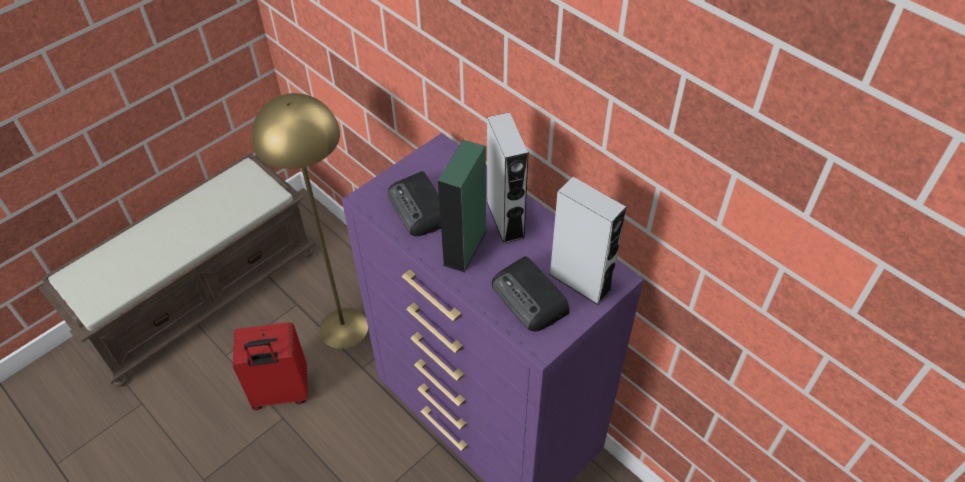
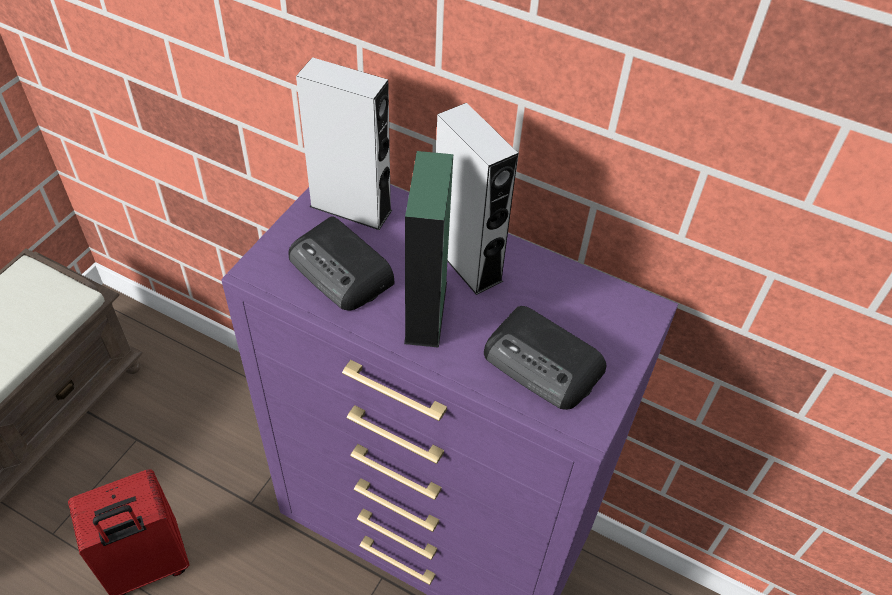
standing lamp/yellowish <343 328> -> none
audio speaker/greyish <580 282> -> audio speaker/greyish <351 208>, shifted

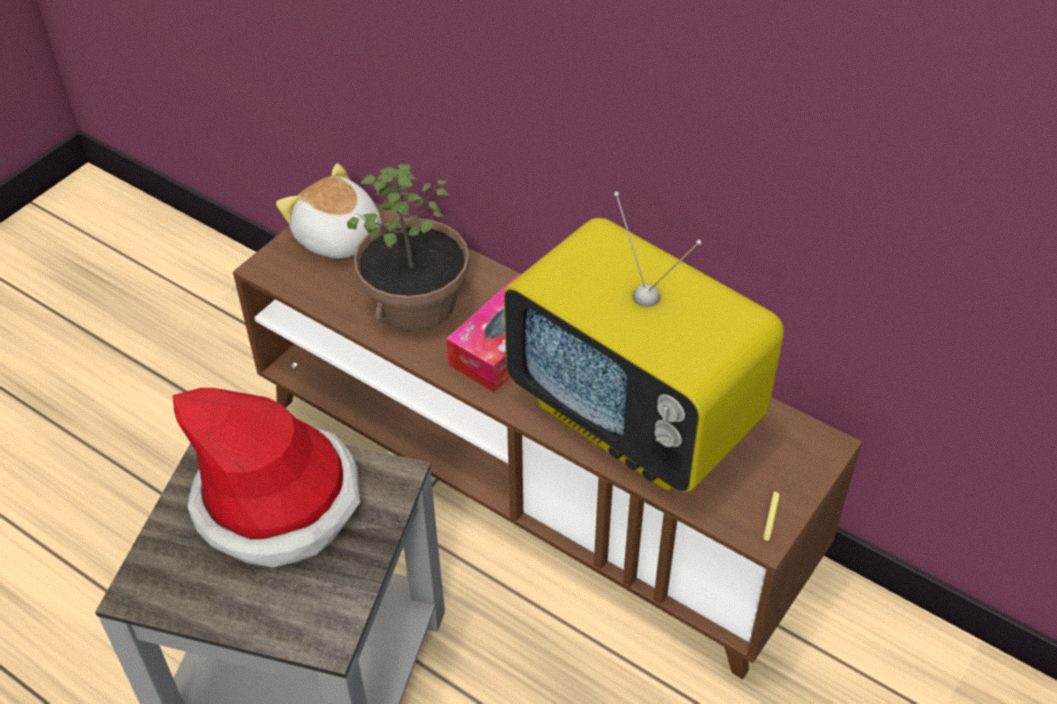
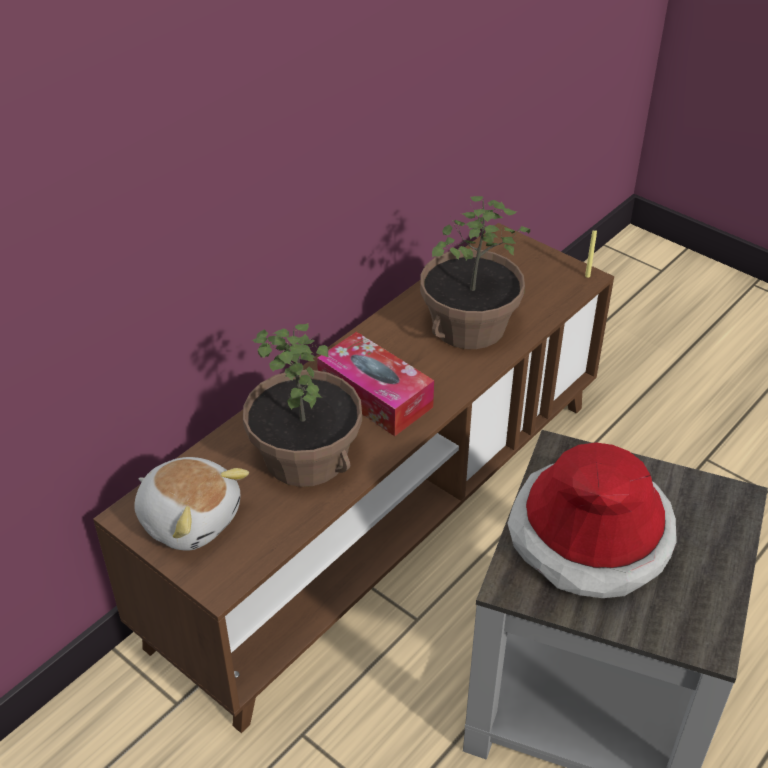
plush toy <338 239> -> plush toy <190 518>, 105 degrees counterclockwise
TV <637 417> -> houseplant <468 325>

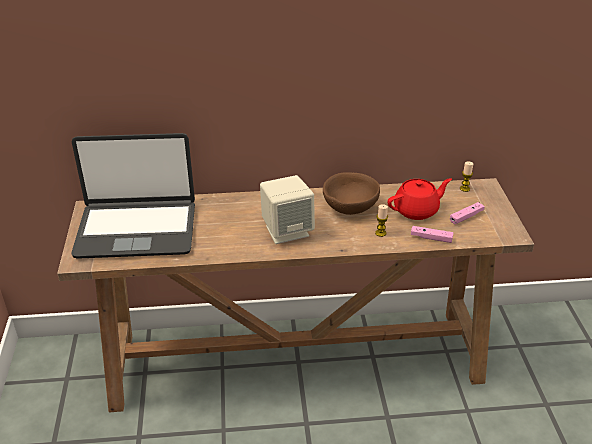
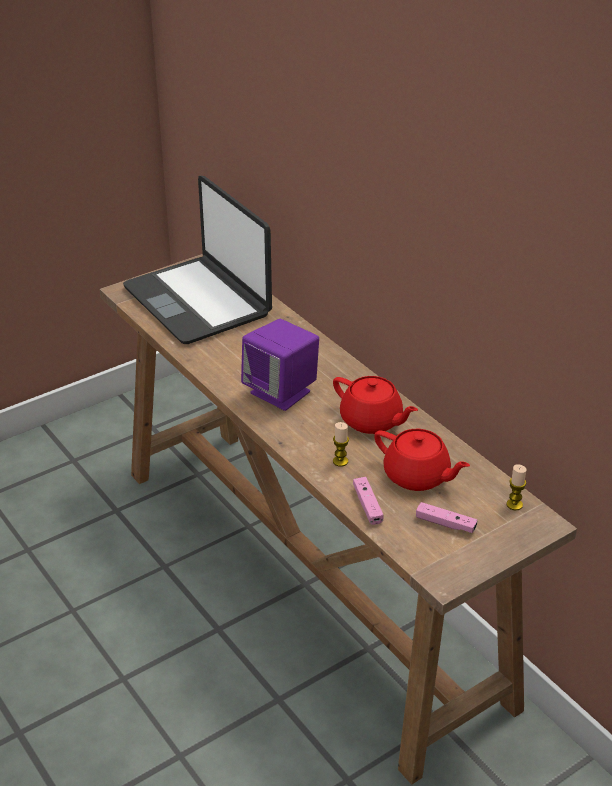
audio speaker/sand-coloured <287 231> -> audio speaker/purple-coloured <281 392>
bowl/brown <350 207> -> tea pot/red-coloured <372 421>

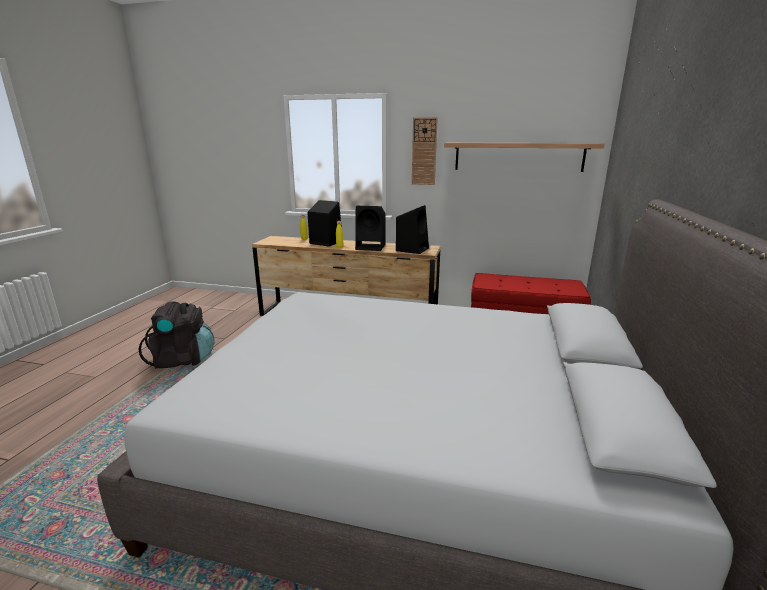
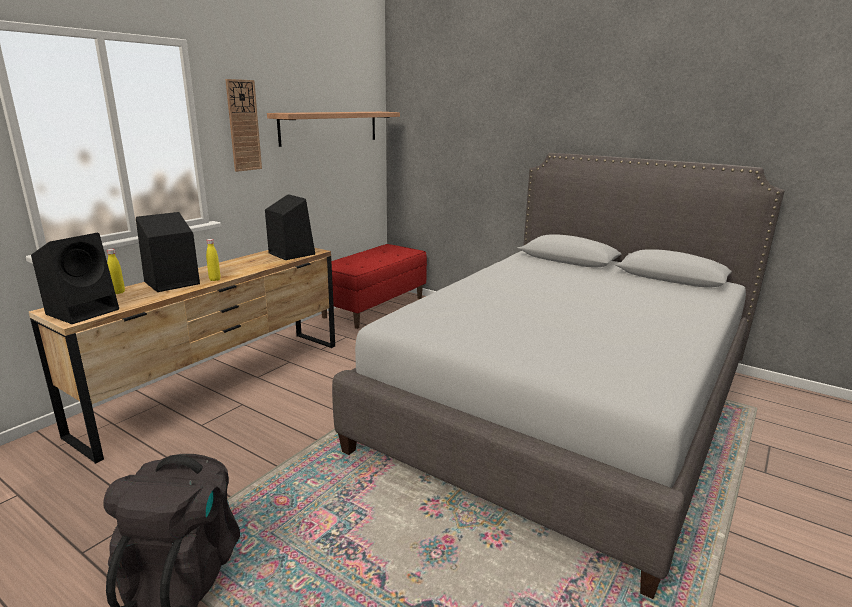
audio speaker/black <371 247> -> audio speaker/black <84 311>, shifted

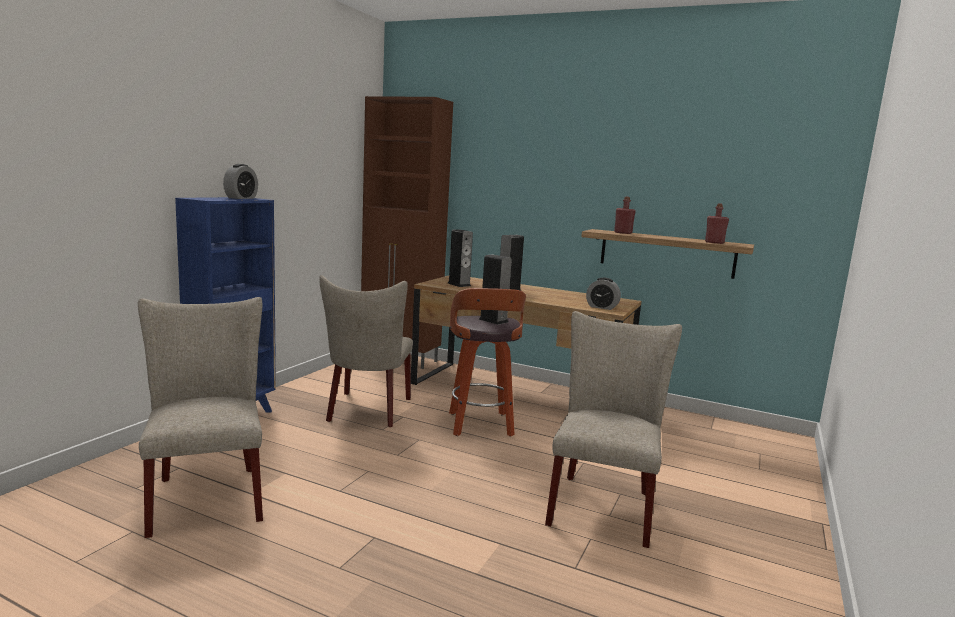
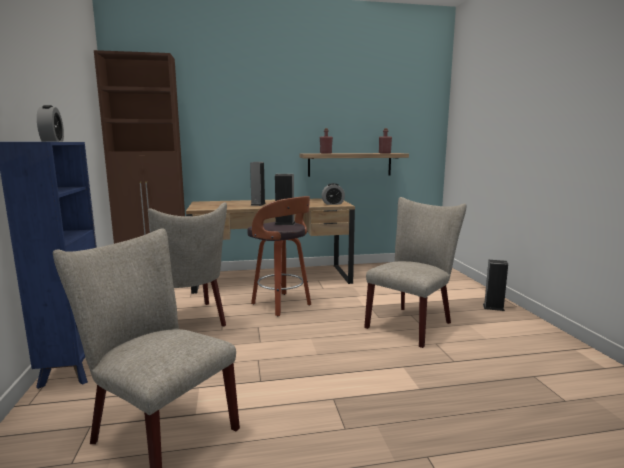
audio speaker <459 284> -> audio speaker <493 307>, shifted
chair/sand-coloured <602 504> -> chair/sand-coloured <412 323>, 60 degrees clockwise

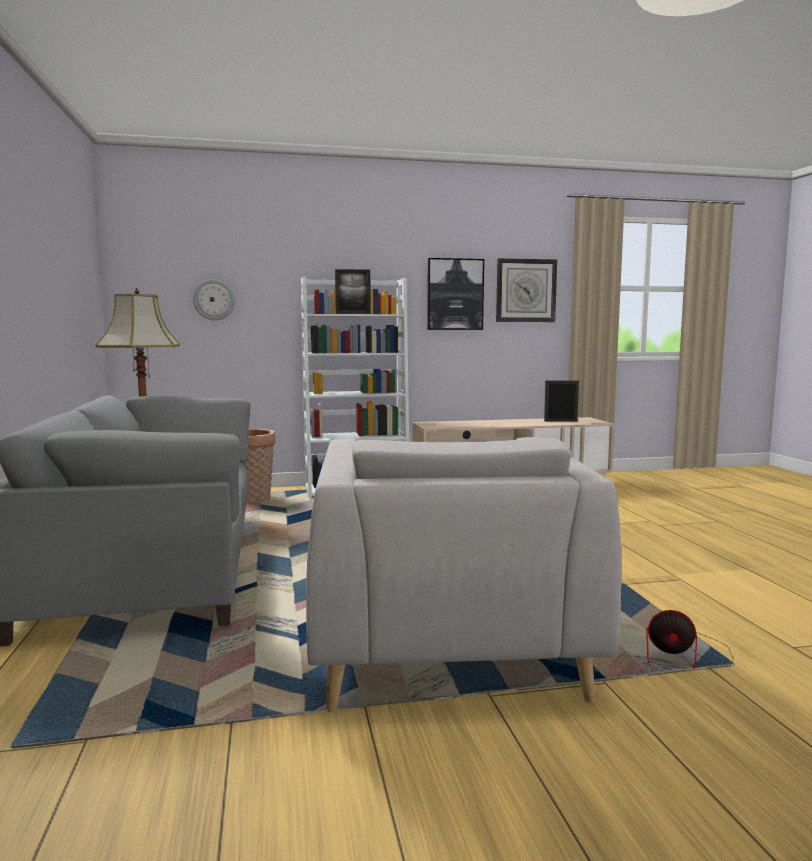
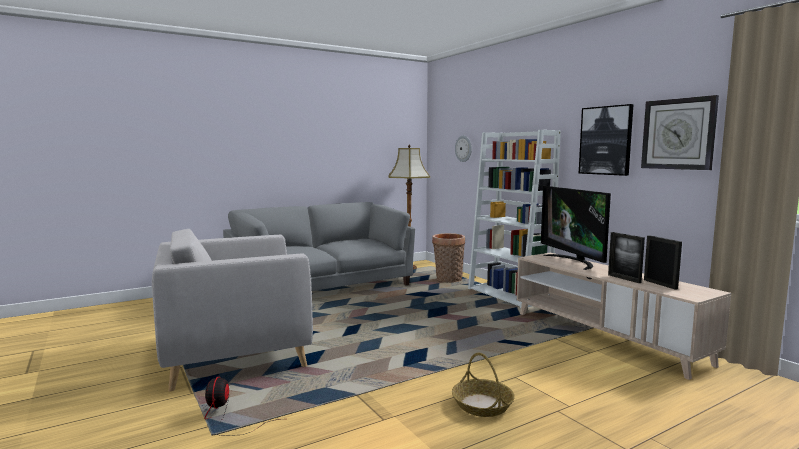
standing frame <353 313> -> standing frame <624 278>, shifted
none -> basket <482 405>
none -> TV <573 261>

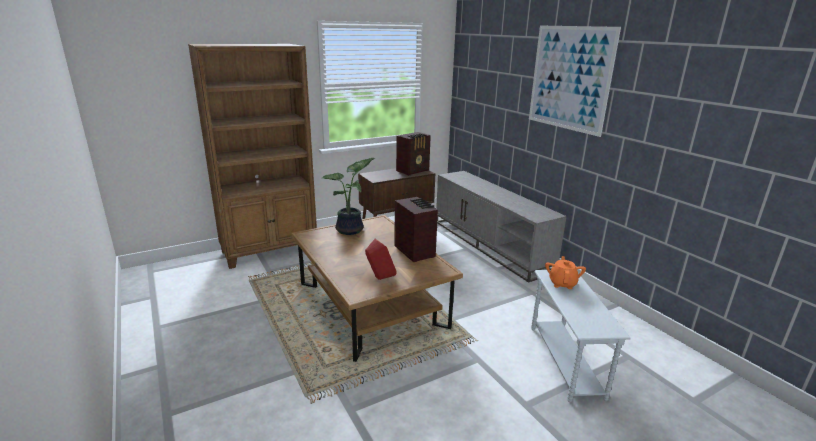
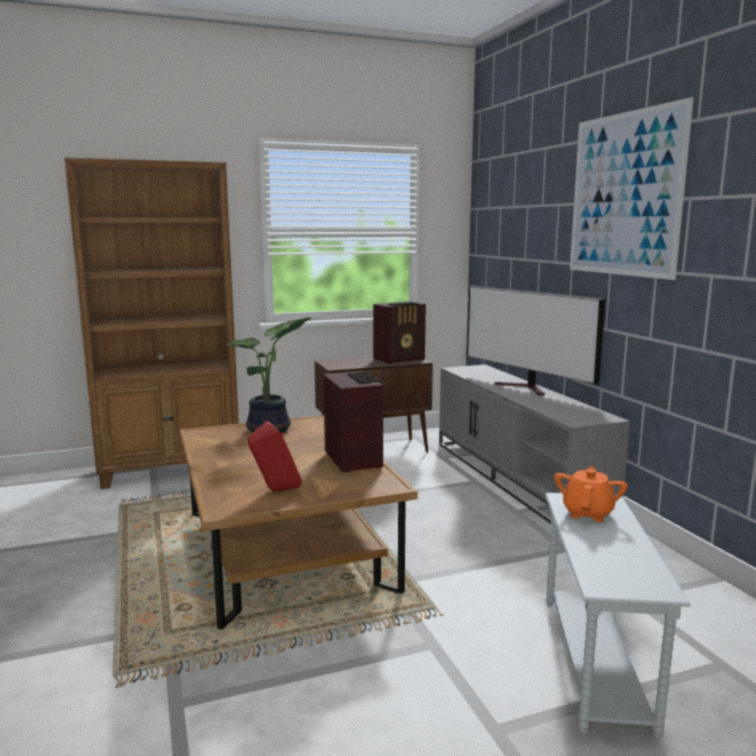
none -> TV <527 388>

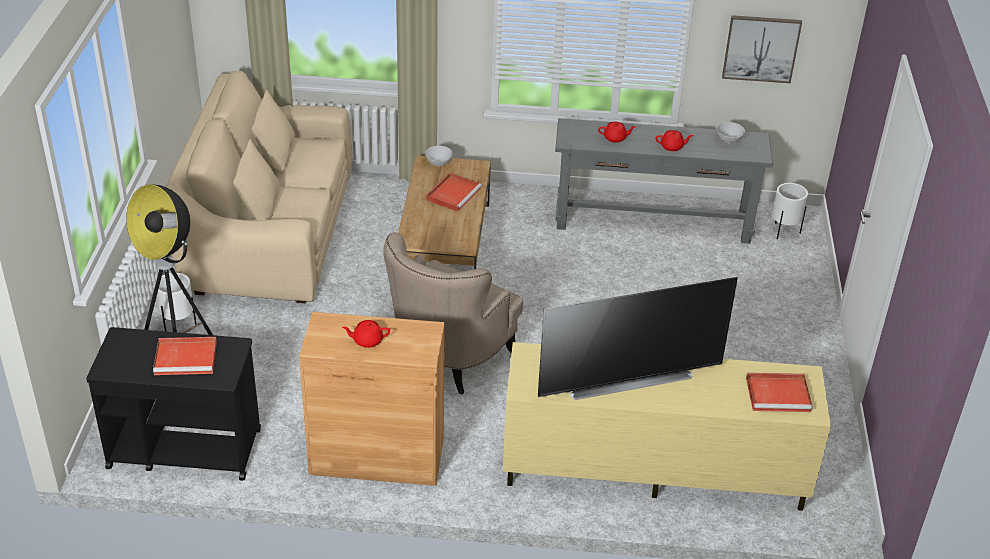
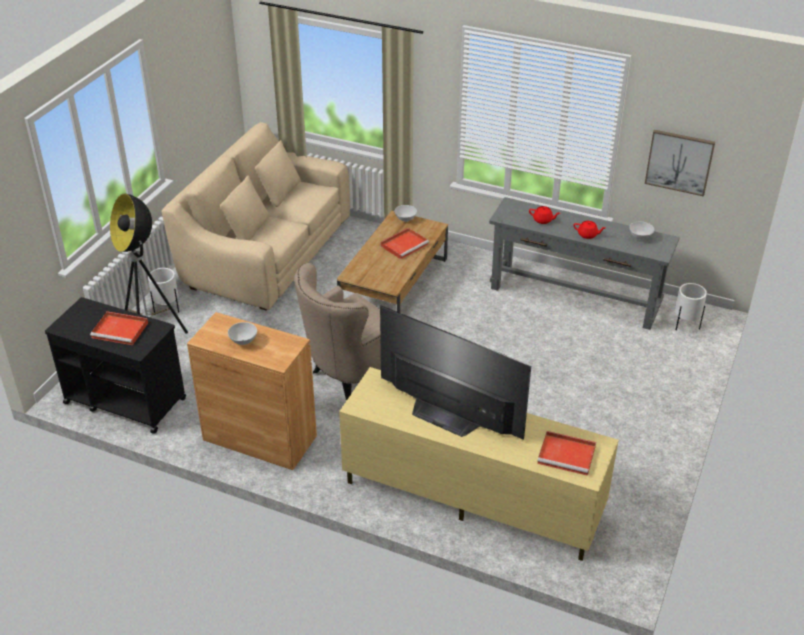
tea pot/red-coloured <367 340> -> bowl/white <243 341>
TV <628 378> -> TV <446 414>, 150 degrees counterclockwise

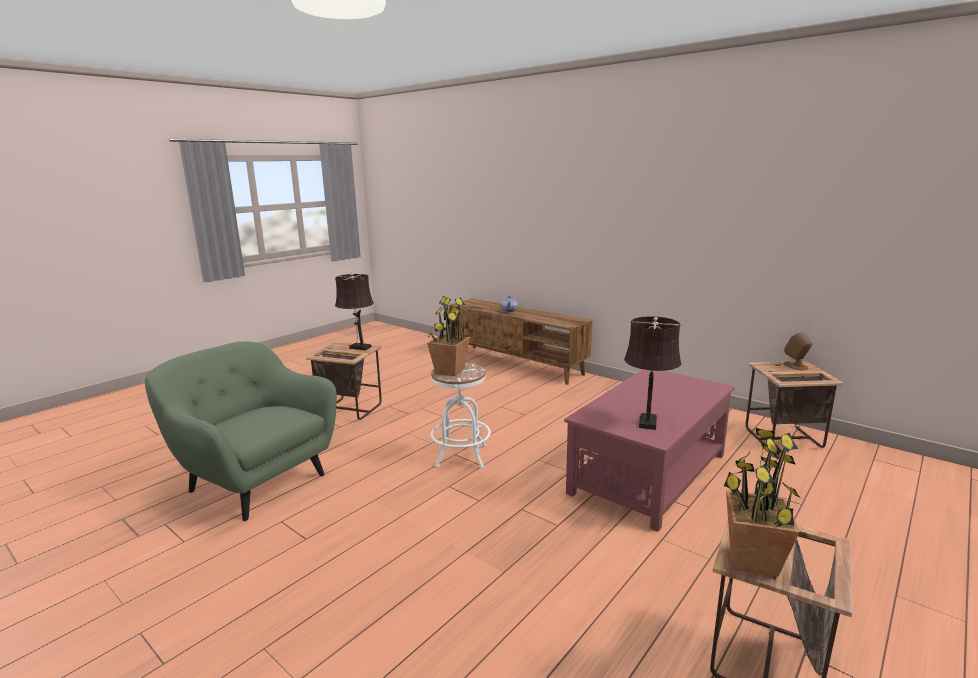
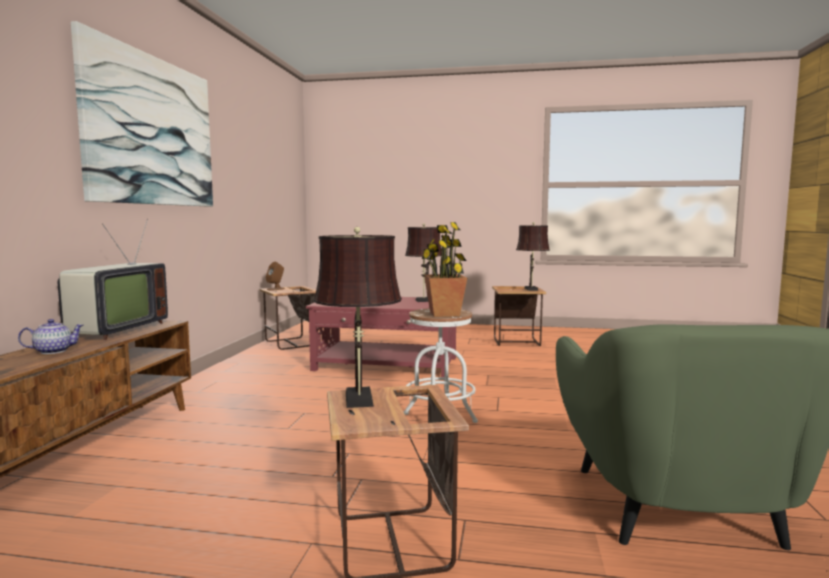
houseplant <753 560> -> lamp for a table/brown <531 289>
none -> TV <114 330>
none -> wall art <152 131>

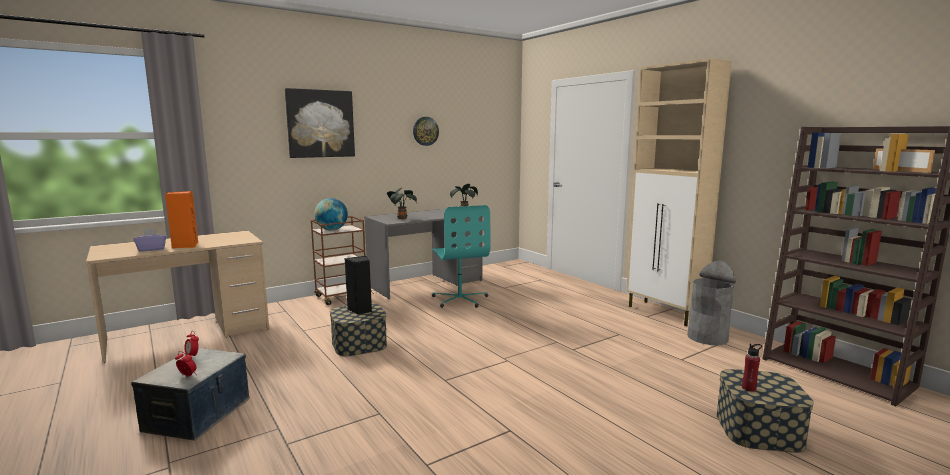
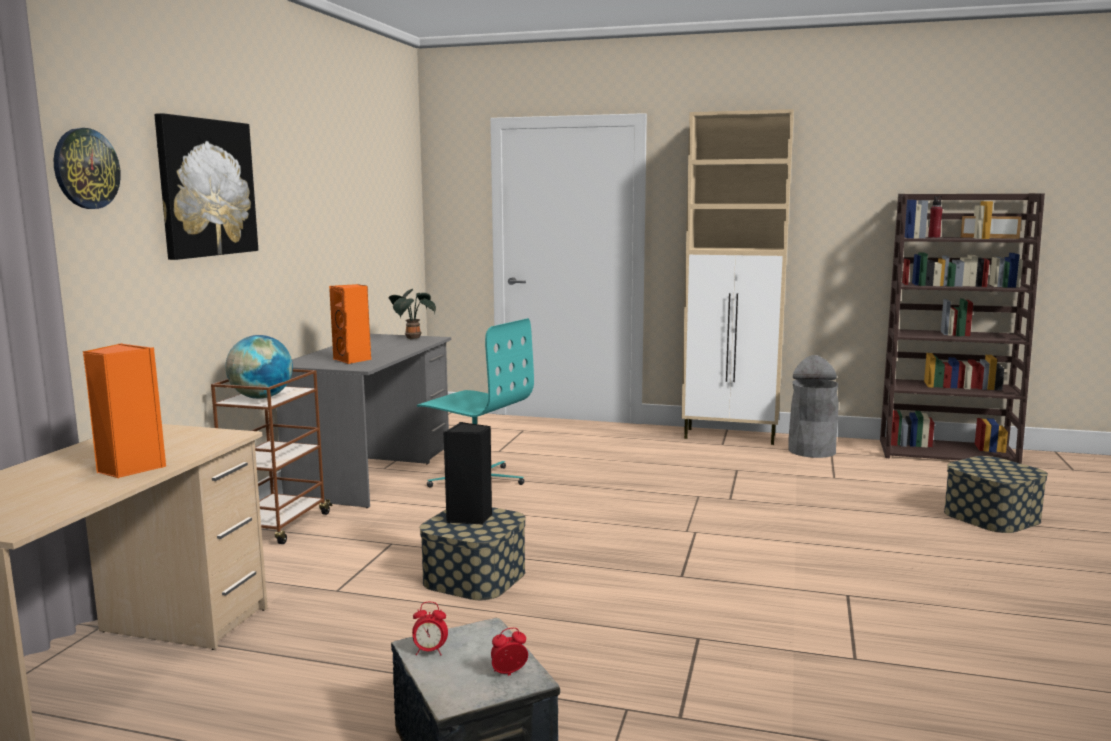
box of tissues/purple-coloured <152 249> -> none
houseplant <401 218> -> audio speaker/orange-coloured <353 360>
wall clock <425 131> -> wall clock <85 168>, shifted
drink bottle/red-coloured <749 388> -> drink bottle/red-coloured <934 237>, shifted

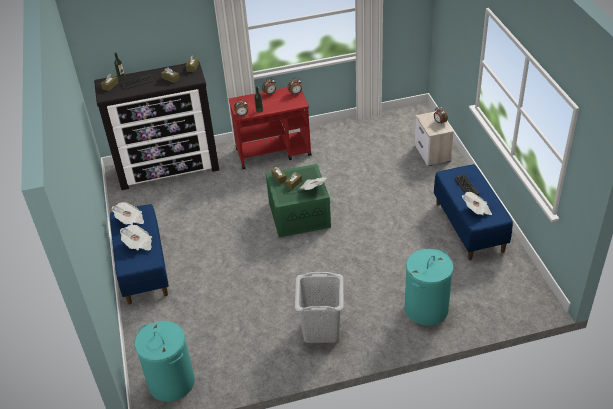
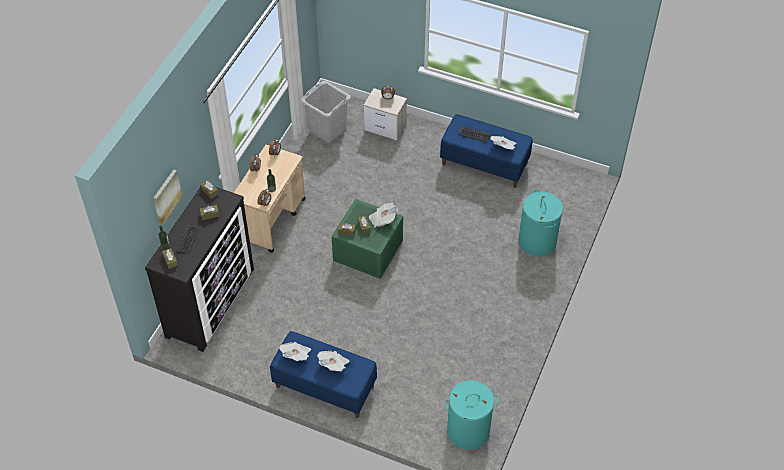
cart/red-coloured <273 152> -> cart/sand-coloured <272 219>
hamper/greyish <322 329> -> hamper/greyish <327 130>, shifted
none -> wall art <166 196>

